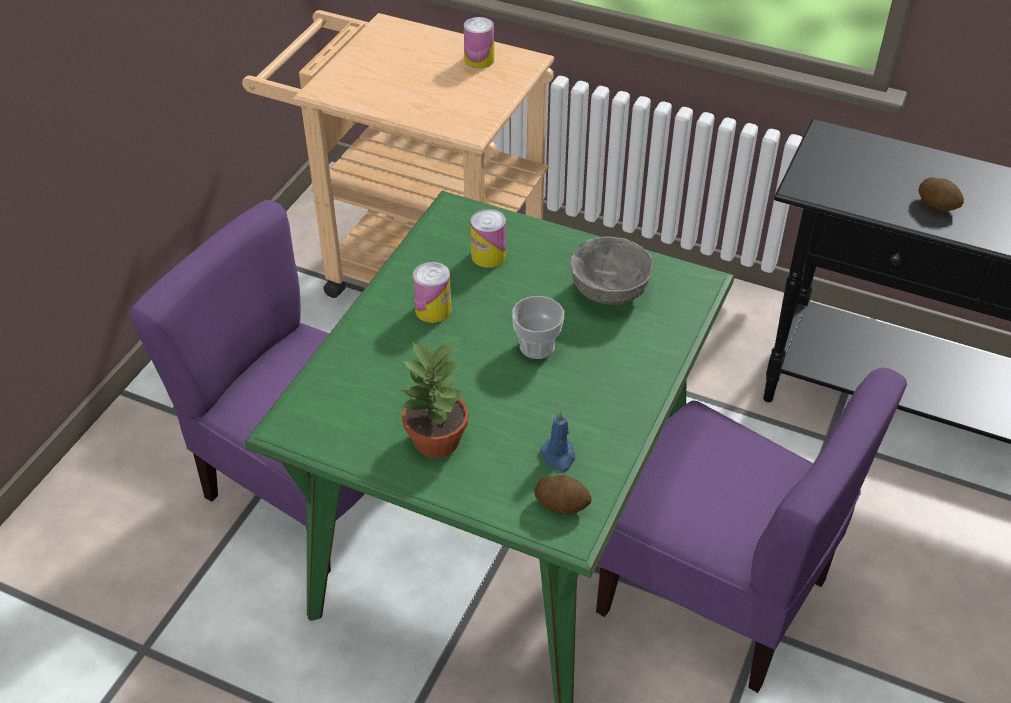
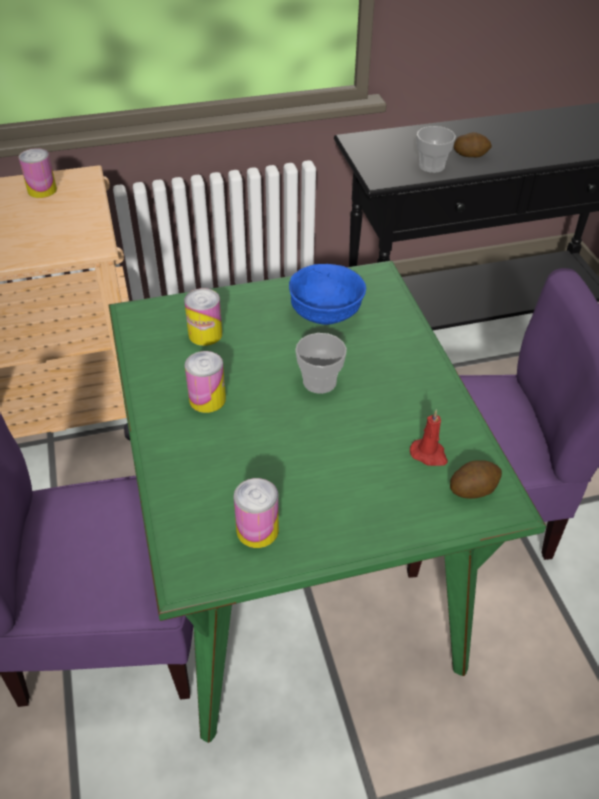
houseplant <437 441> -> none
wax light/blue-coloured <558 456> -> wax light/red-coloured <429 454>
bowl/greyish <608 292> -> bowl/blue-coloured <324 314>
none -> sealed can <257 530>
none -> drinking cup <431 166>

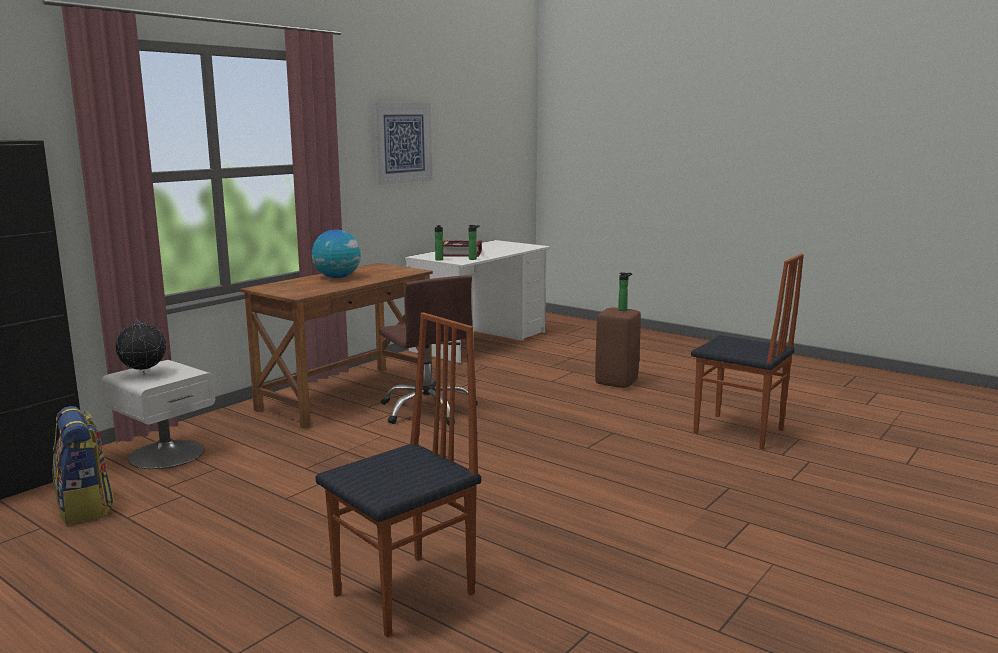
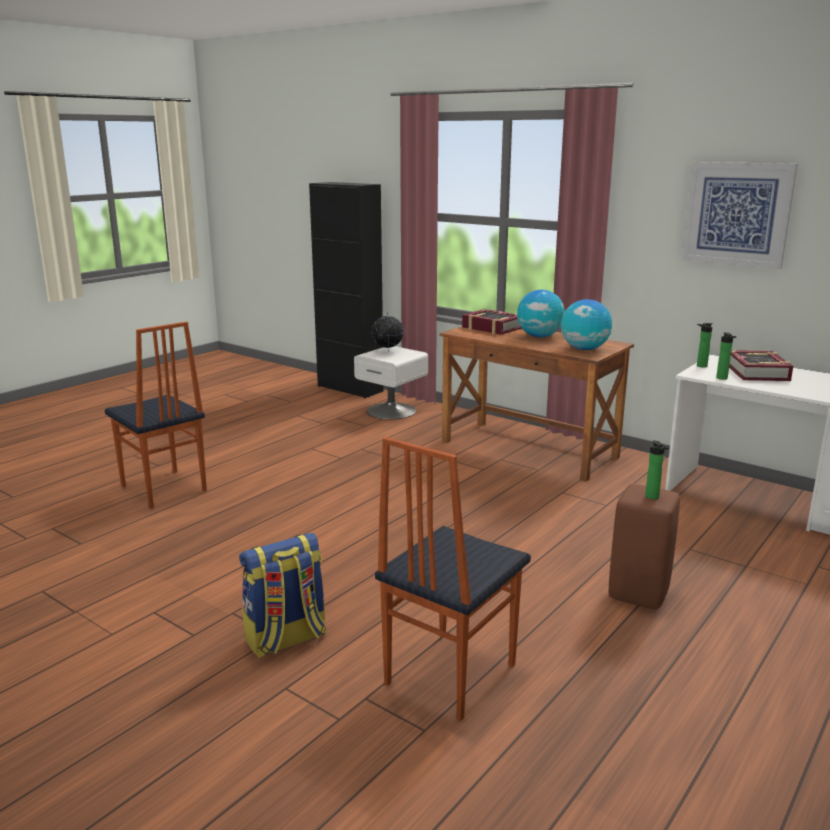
knapsack <85 508> -> knapsack <286 639>, shifted
computer chair/brown <428 409> -> none
none -> book <492 328>
none -> world globe <584 349>

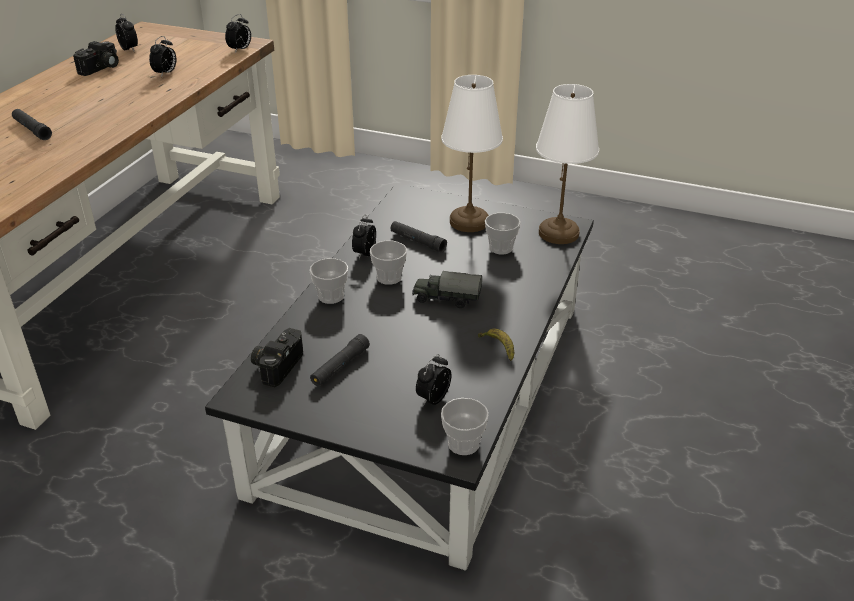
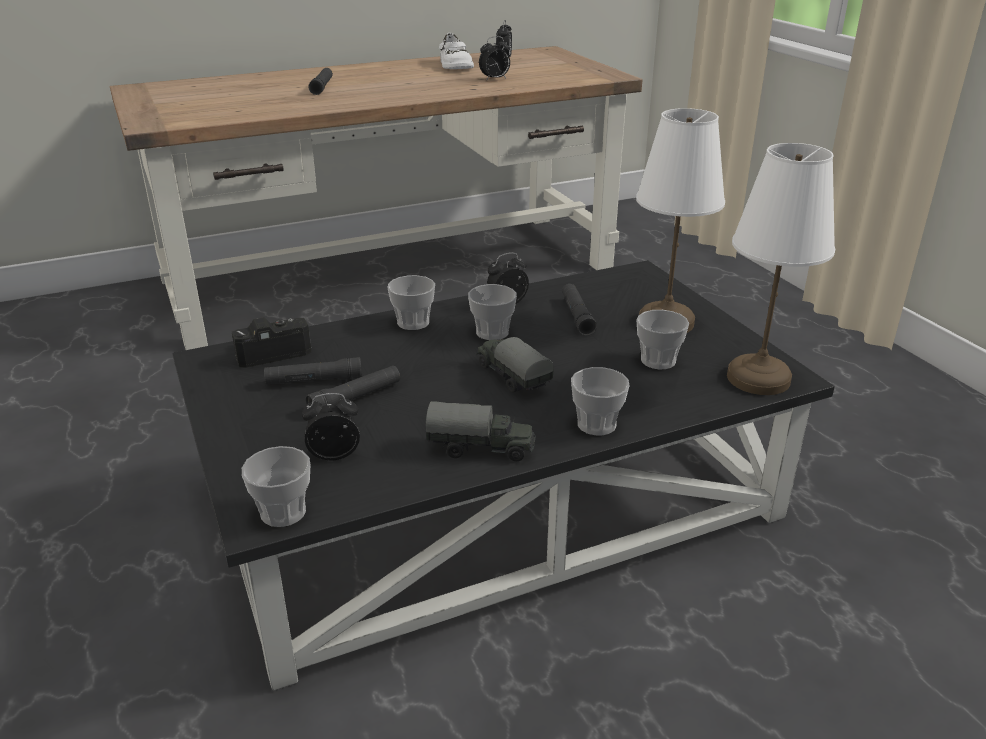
photo camera <101 69> -> low shoe/white <455 66>
alarm clock <240 50> -> none
banana fruit <498 347> -> model truck <481 449>
none -> torch/black <355 398>
none -> drinking cup <596 424>

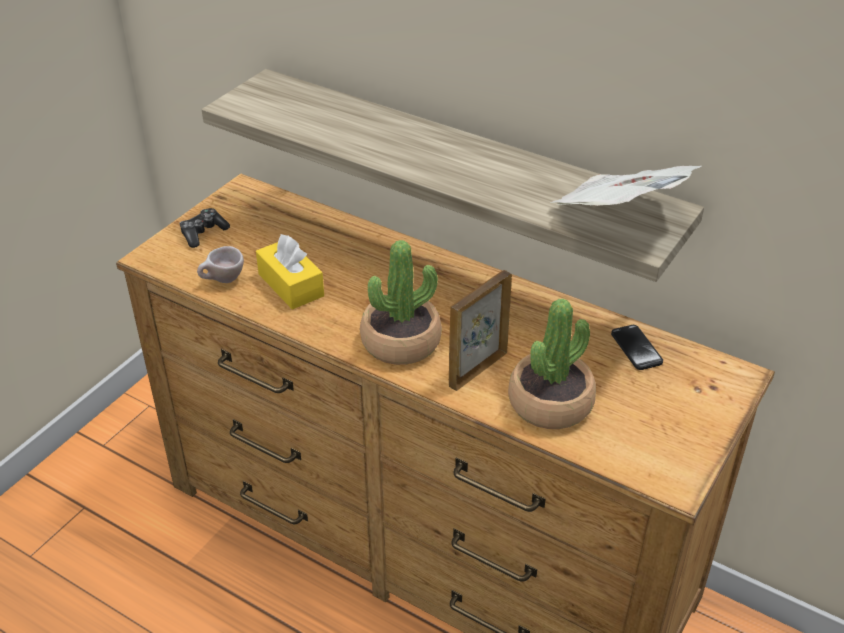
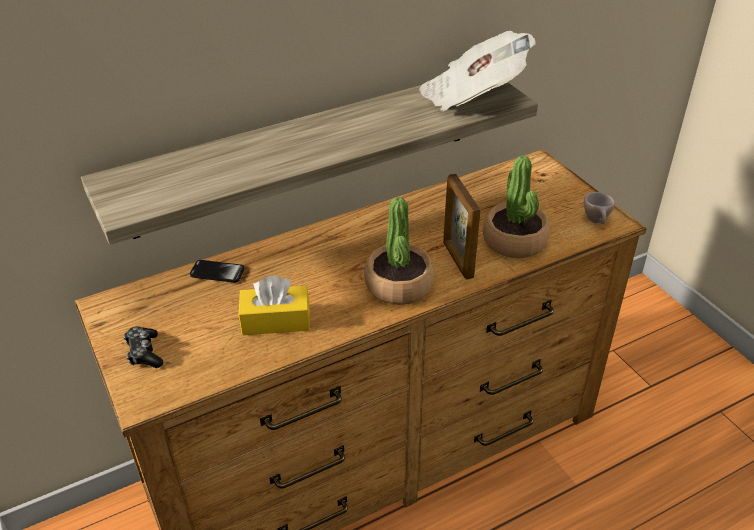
drinking cup/sand-coloured <222 281> -> drinking cup/sand-coloured <597 222>, shifted
phone <636 348> -> phone <217 272>, shifted

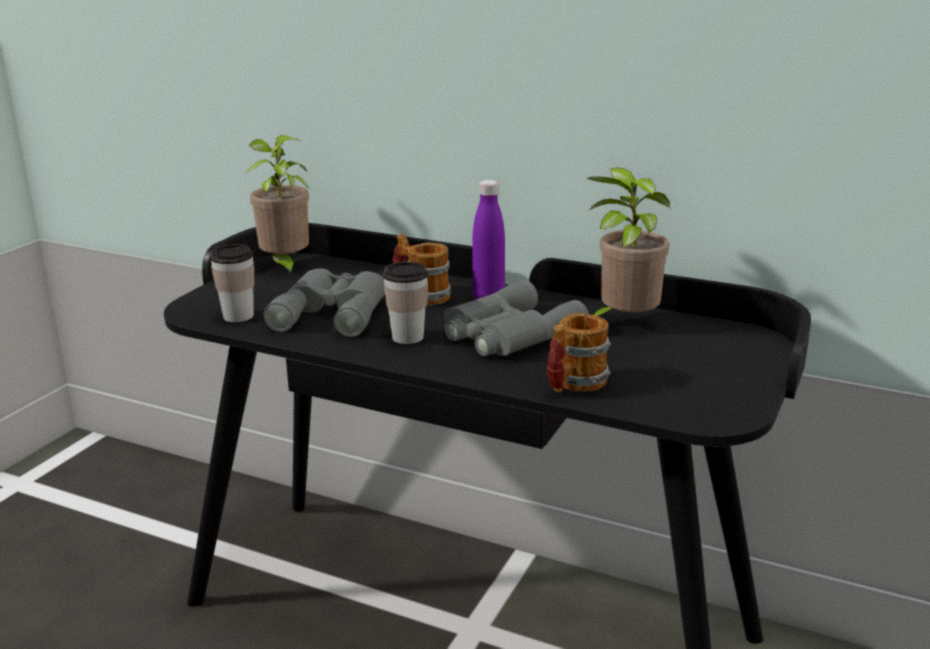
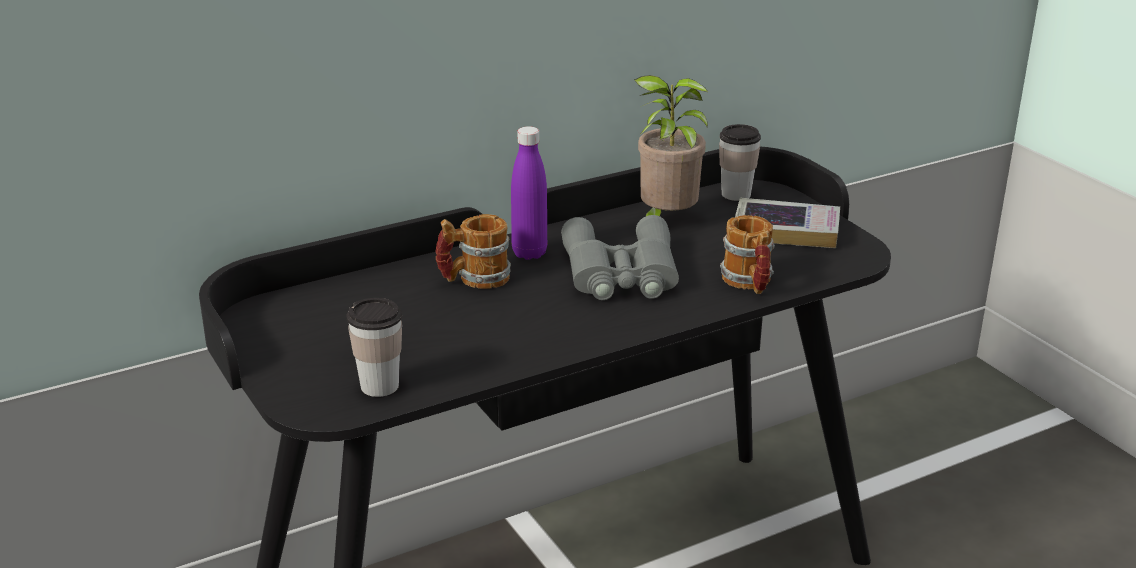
houseplant <285 267> -> none
pair of binoculars/greyish <334 311> -> none
drinking cup <407 337> -> drinking cup <736 194>, shifted
none -> book <786 230>

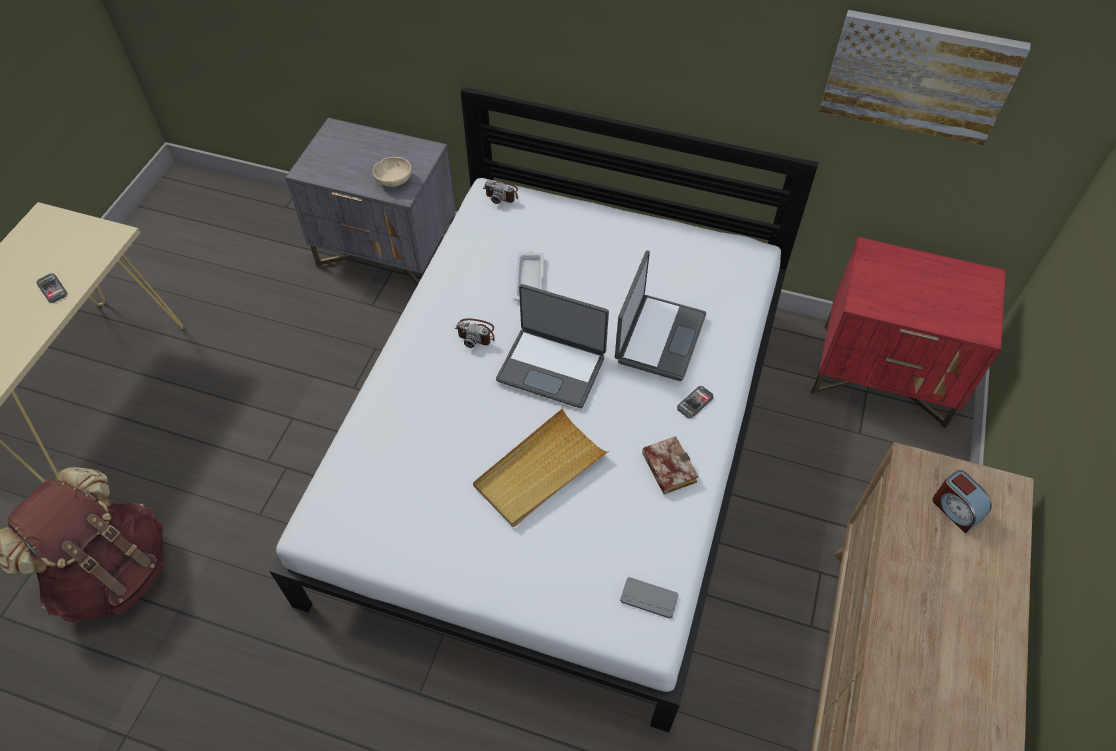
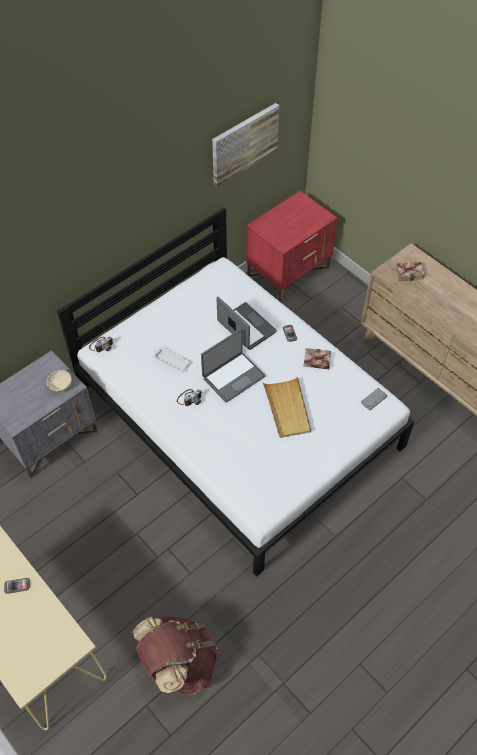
alarm clock <955 510> -> book <410 272>

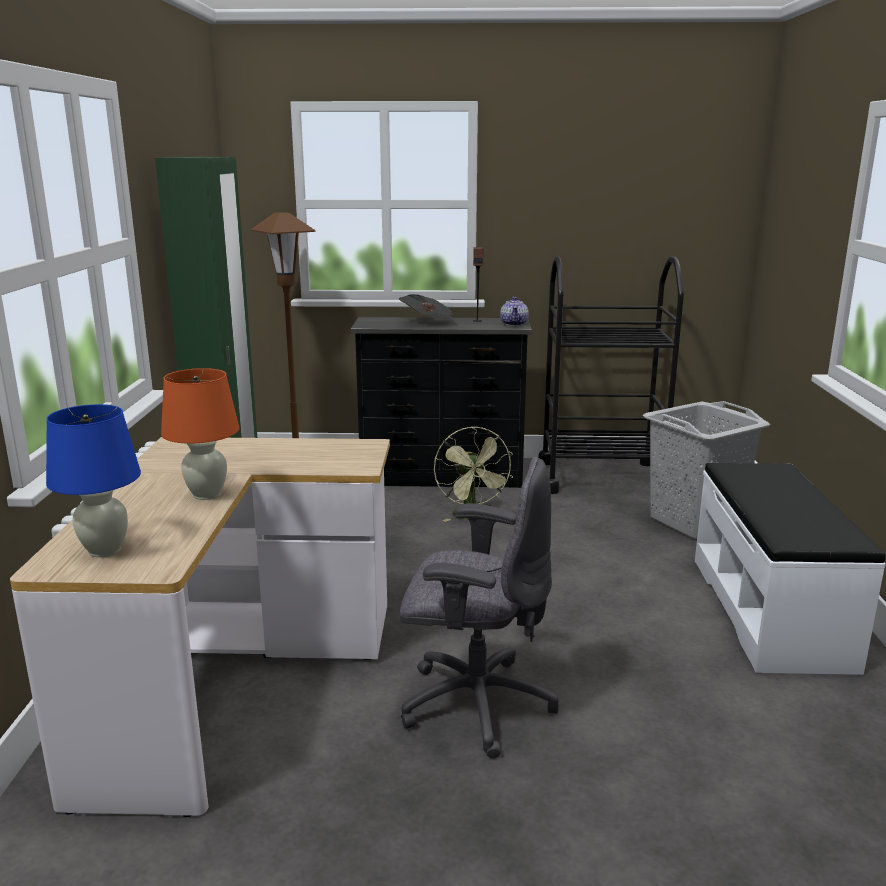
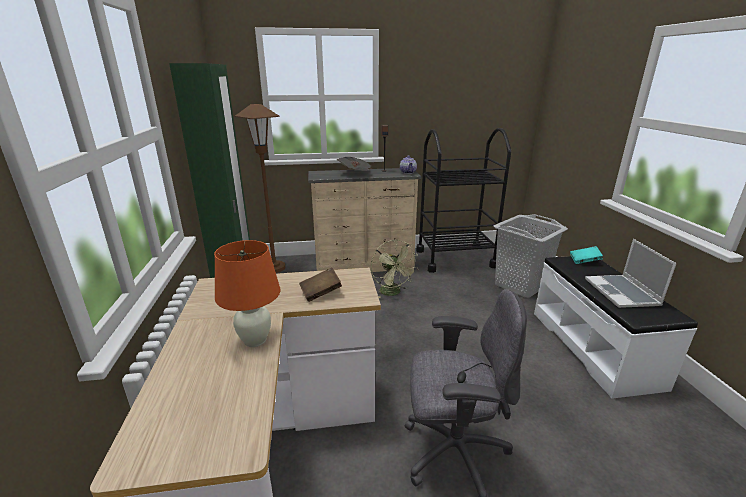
lamp for a table/blue-coloured <105 550> -> none
chest of drawers/black <442 478> -> chest of drawers/sand-coloured <365 266>
none -> book/brown <320 293>
none -> book/blue-green <584 261>
none -> notebook computer <622 293>

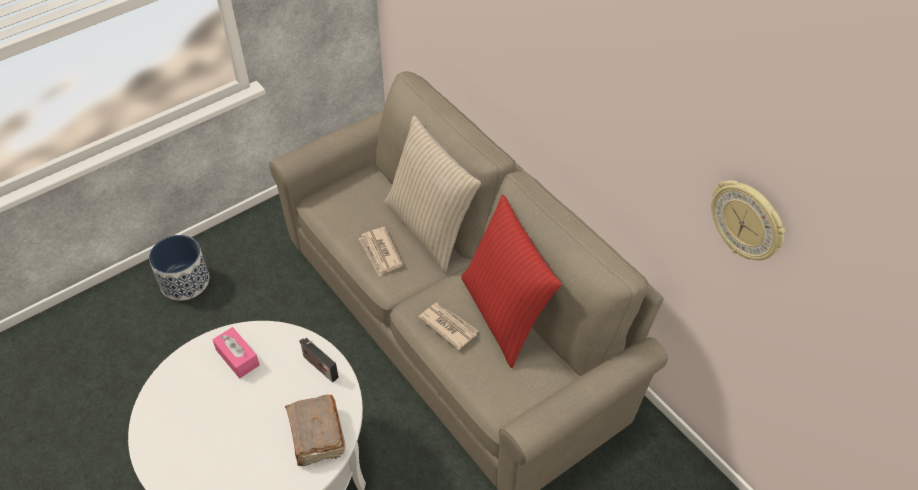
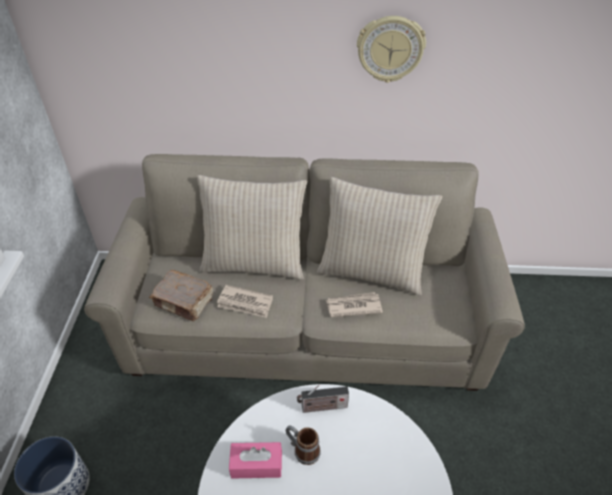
book/brown <316 437> -> book/brown <184 302>, shifted
throw pillow/red-coloured <505 314> -> throw pillow/sand-coloured <372 271>
wall clock <748 221> -> wall clock <390 49>, shifted
none -> coffee mug <302 450>

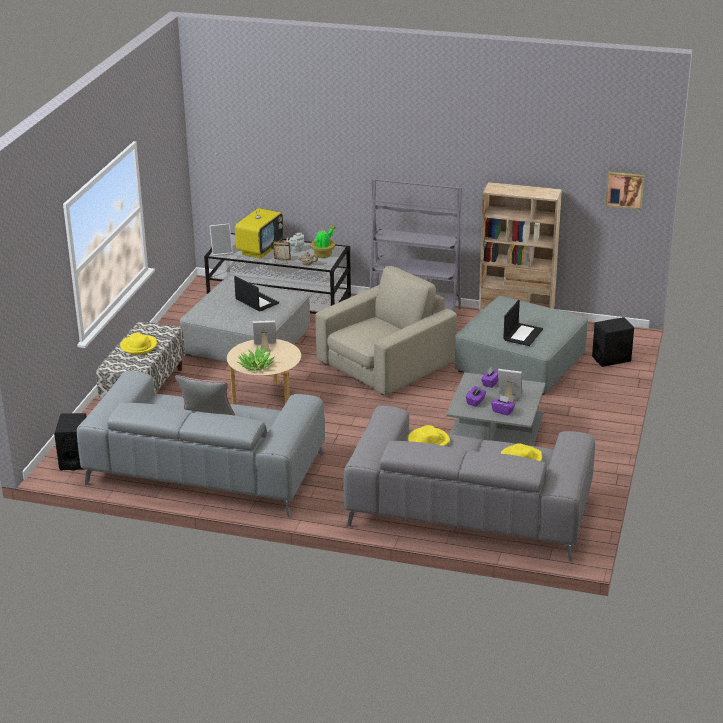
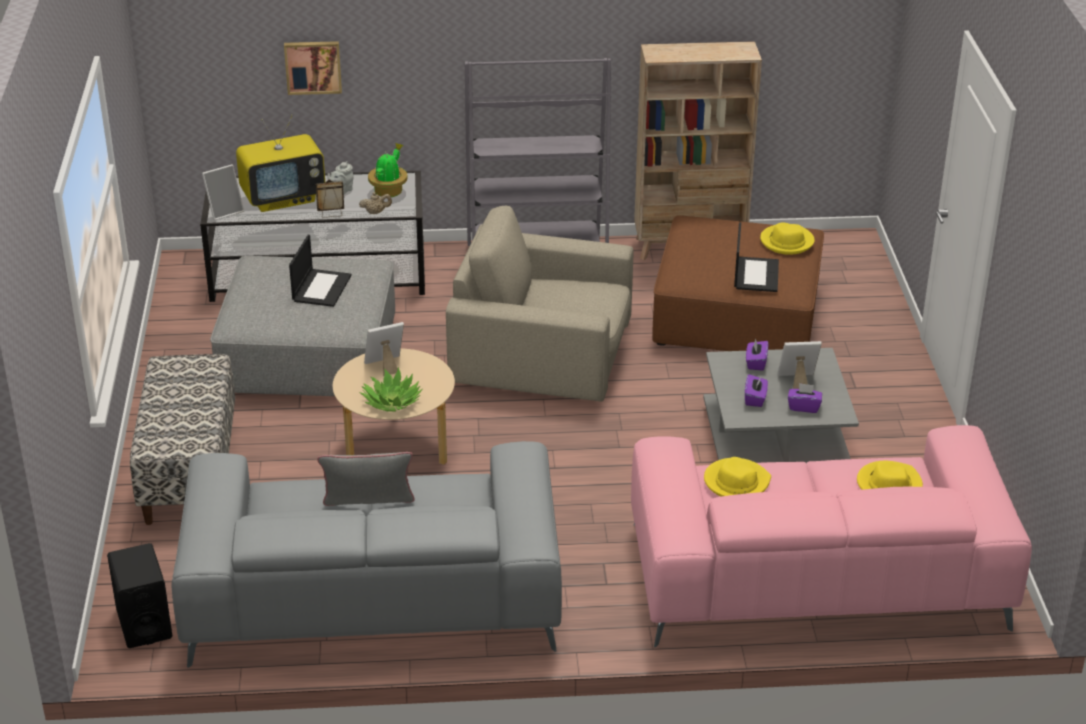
hat/yellowish <138 346> -> hat/yellowish <786 242>, shifted
notebook computer <256 301> -> notebook computer <321 288>, 75 degrees clockwise
TV <260 249> -> TV <283 198>, 60 degrees clockwise
easy chair/sand-coloured <385 364> -> easy chair/sand-coloured <544 352>, 105 degrees counterclockwise
couch/greyish <468 510> -> couch/pink-coloured <815 576>
pouffe/greyish <520 361> -> pouffe/brown <736 312>
audio speaker/black <611 359> -> none
wall art <625 189> -> wall art <313 66>, shifted

